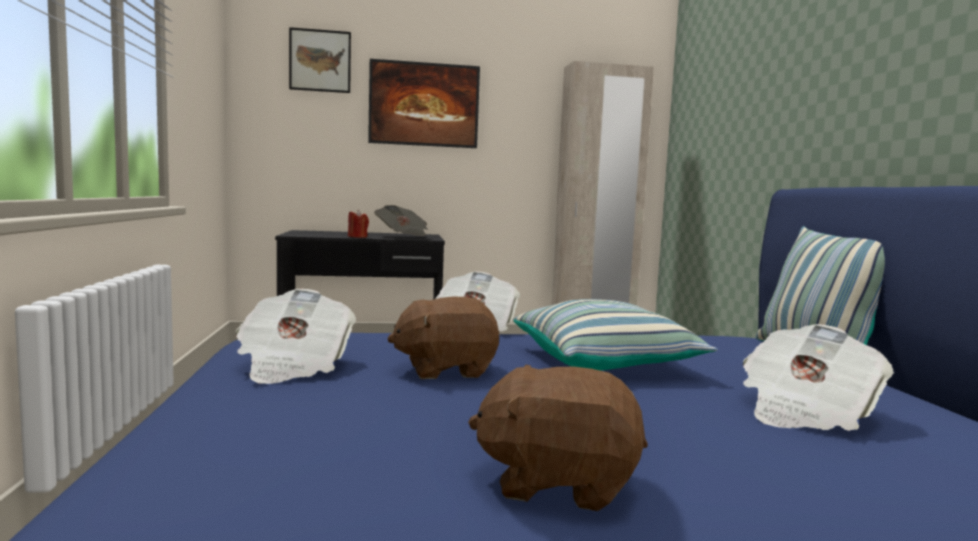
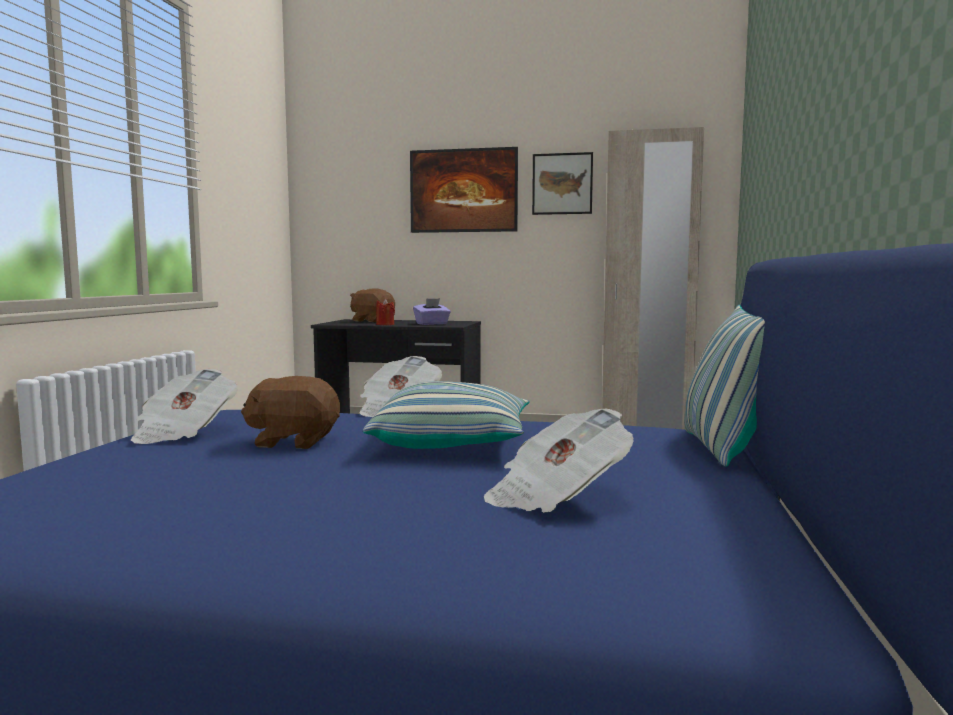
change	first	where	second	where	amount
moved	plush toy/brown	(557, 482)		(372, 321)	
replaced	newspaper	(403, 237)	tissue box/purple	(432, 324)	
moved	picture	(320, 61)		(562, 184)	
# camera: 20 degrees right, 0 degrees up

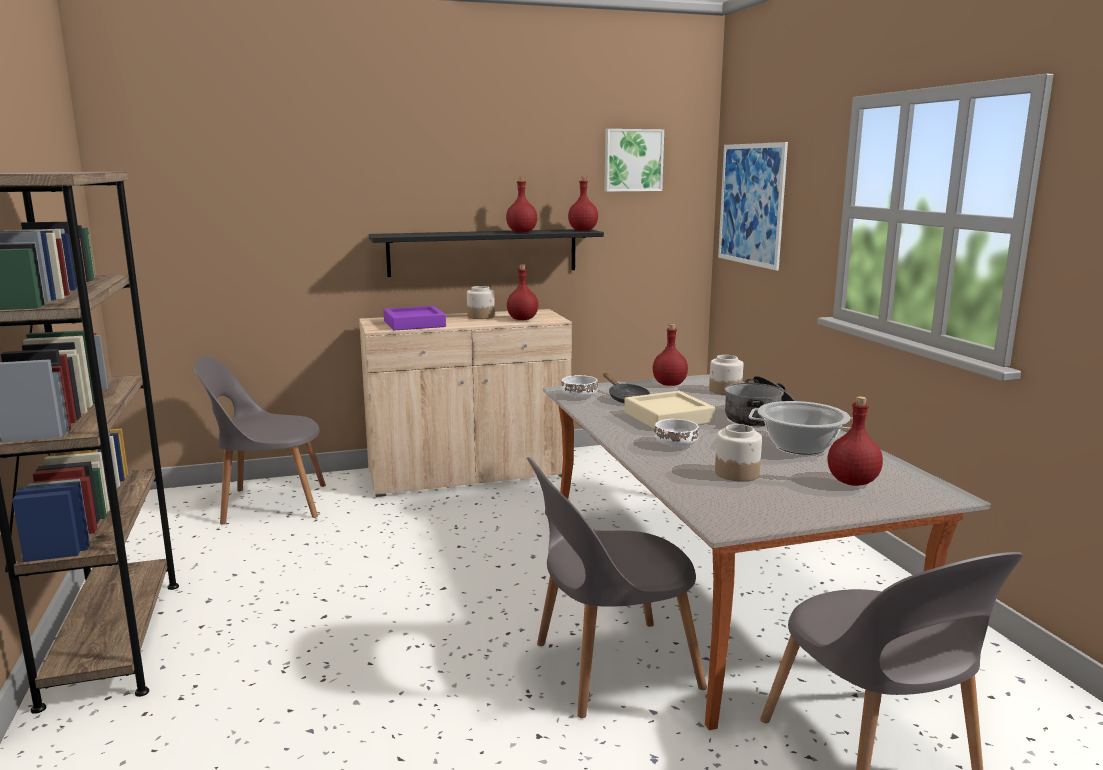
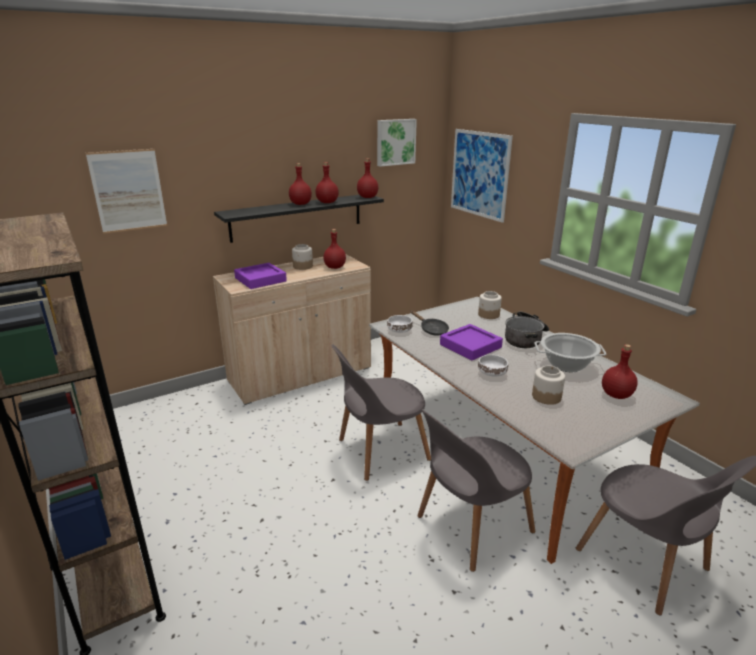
change	first	where	second	where	amount
added			picture	(128, 191)	
moved	bottle/red	(670, 384)		(301, 204)	
moved	chair/grey	(269, 504)		(379, 451)	
recoloured	tray/beige	(668, 417)	tray/purple	(470, 346)	
# camera: 15 degrees left, 10 degrees up

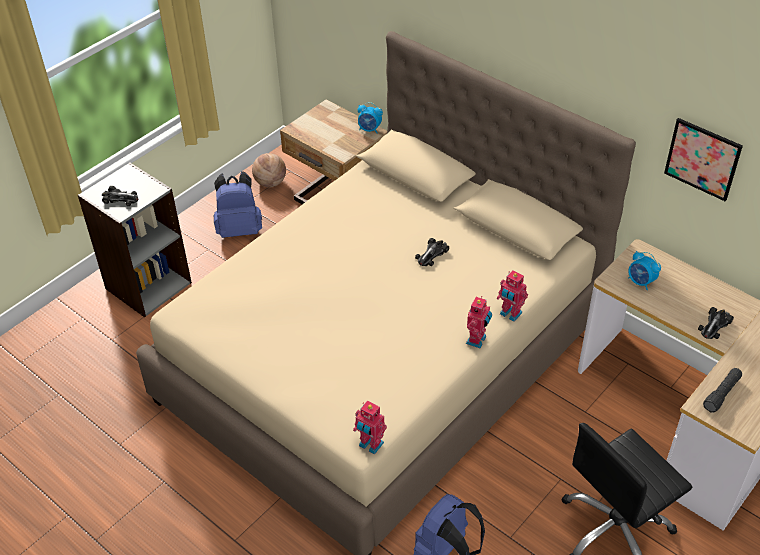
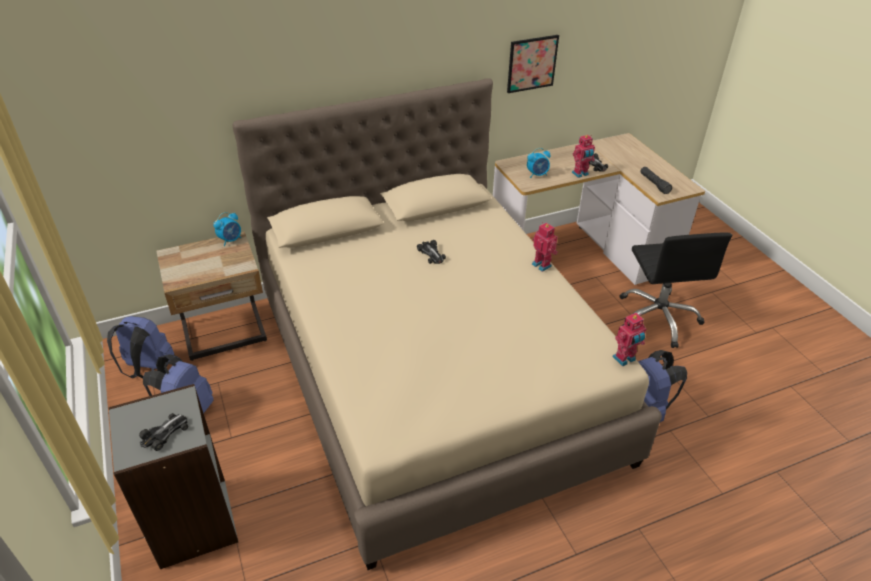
change	first	where	second	where	amount
replaced	basketball	(270, 183)	backpack/blue	(148, 369)	
moved	toy robot	(510, 314)		(580, 174)	
# camera: 65 degrees left, 5 degrees down

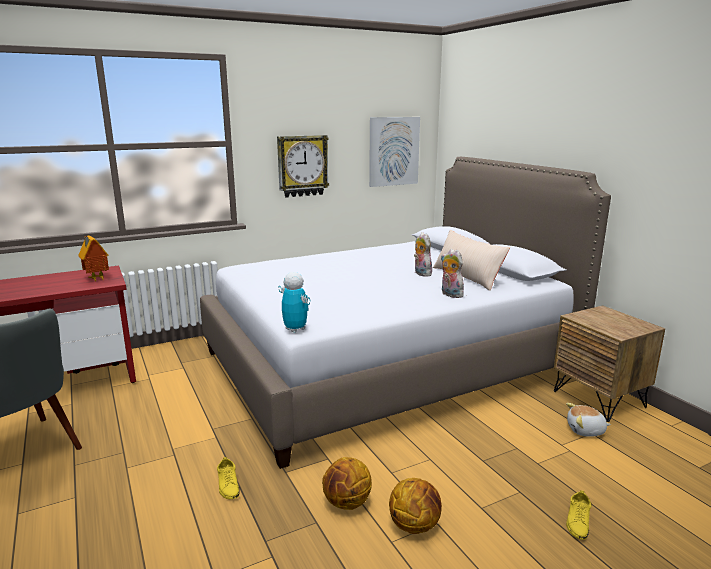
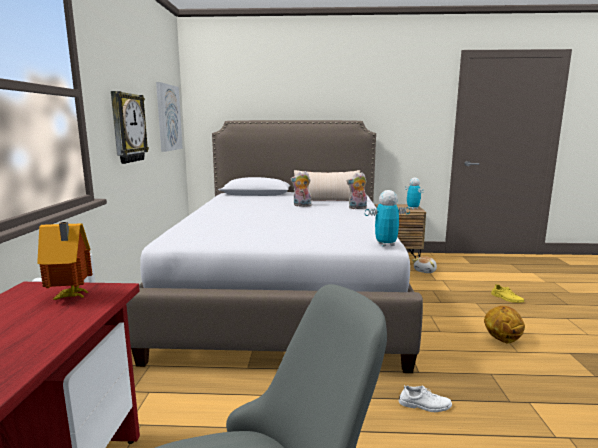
change	first	where	second	where	amount
recoloured	shoe/yellow	(228, 485)	shoe/white	(424, 405)	
added			toy robot	(412, 208)	
removed	basketball	(347, 503)			
# camera: 60 degrees left, 5 degrees down

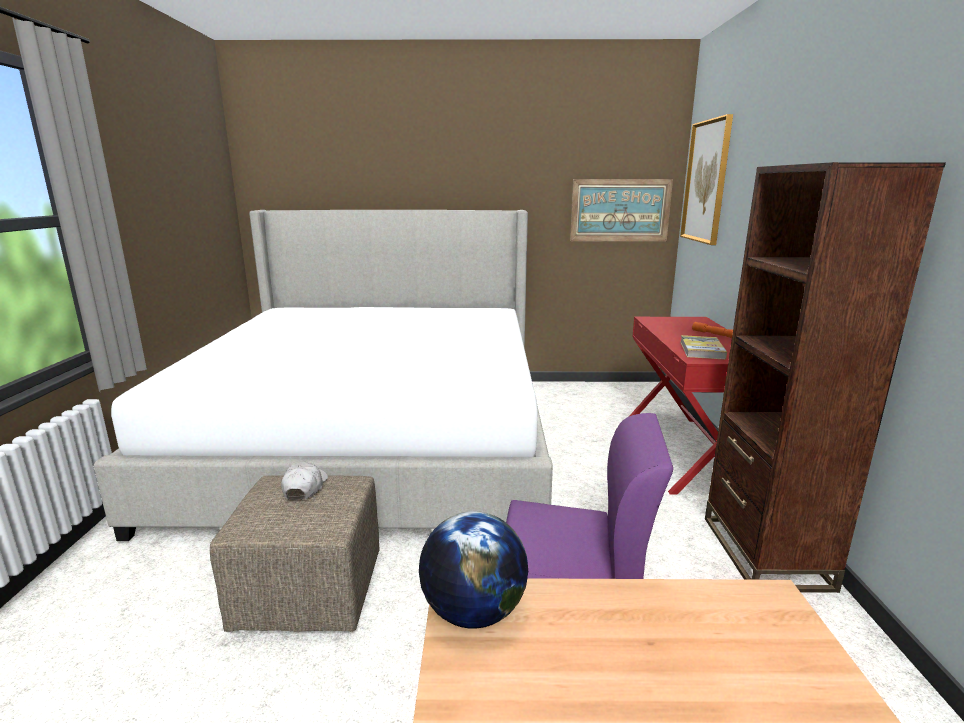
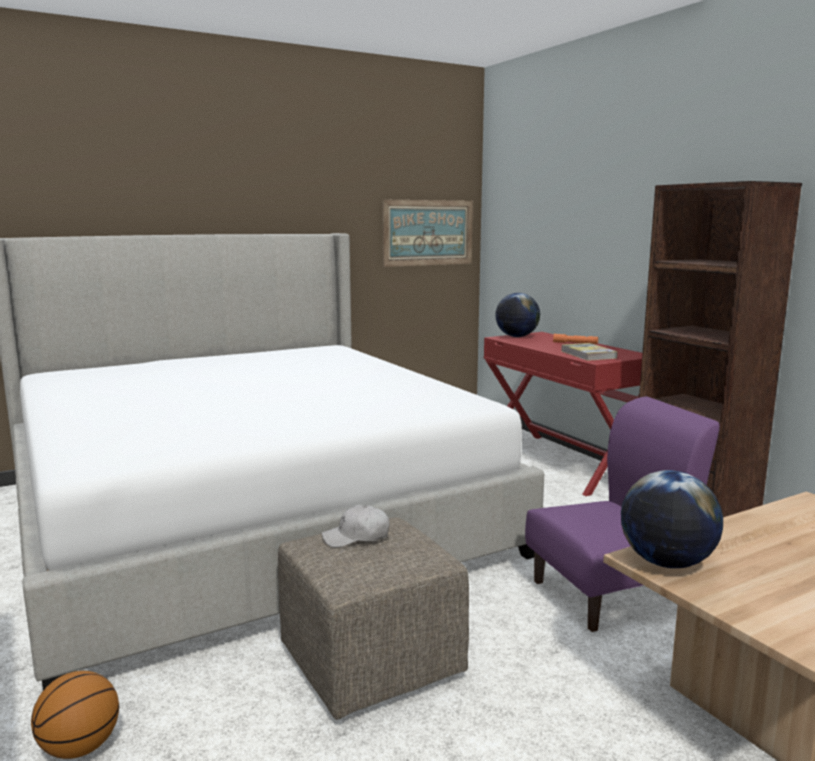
change	first	where	second	where	amount
added			basketball	(79, 747)	
turned	cap/white	(305, 487)		(356, 537)	75 degrees counterclockwise
added			globe	(516, 336)	
removed	picture	(706, 182)			
# camera: 30 degrees left, 5 degrees down

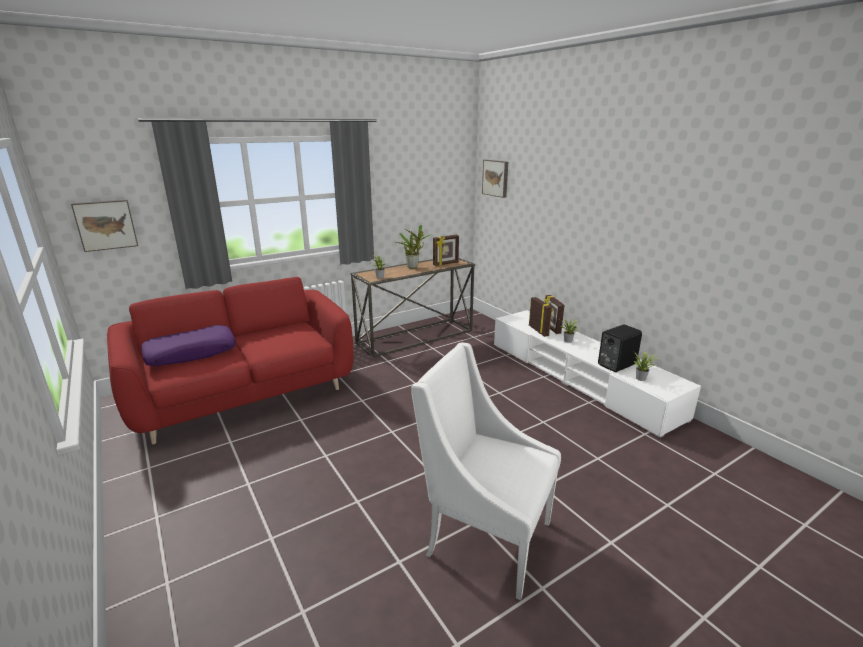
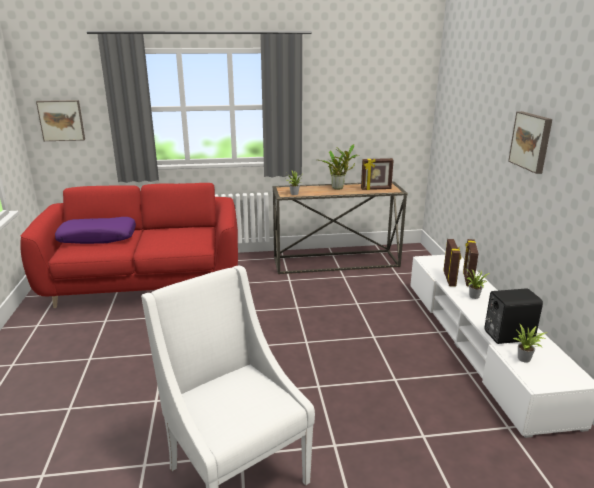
change	first	where	second	where	amount
moved	picture	(496, 178)		(531, 141)	
# camera: 25 degrees right, 0 degrees up

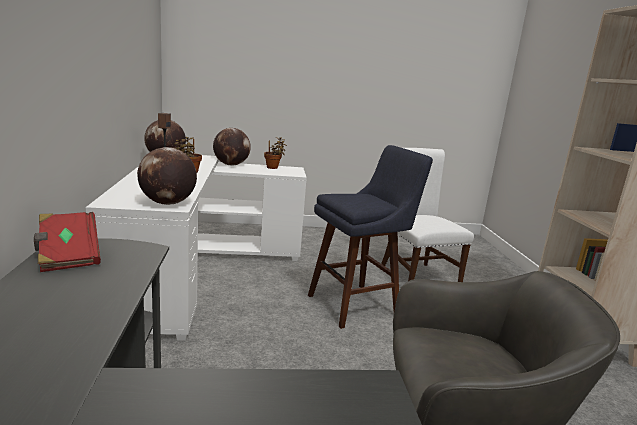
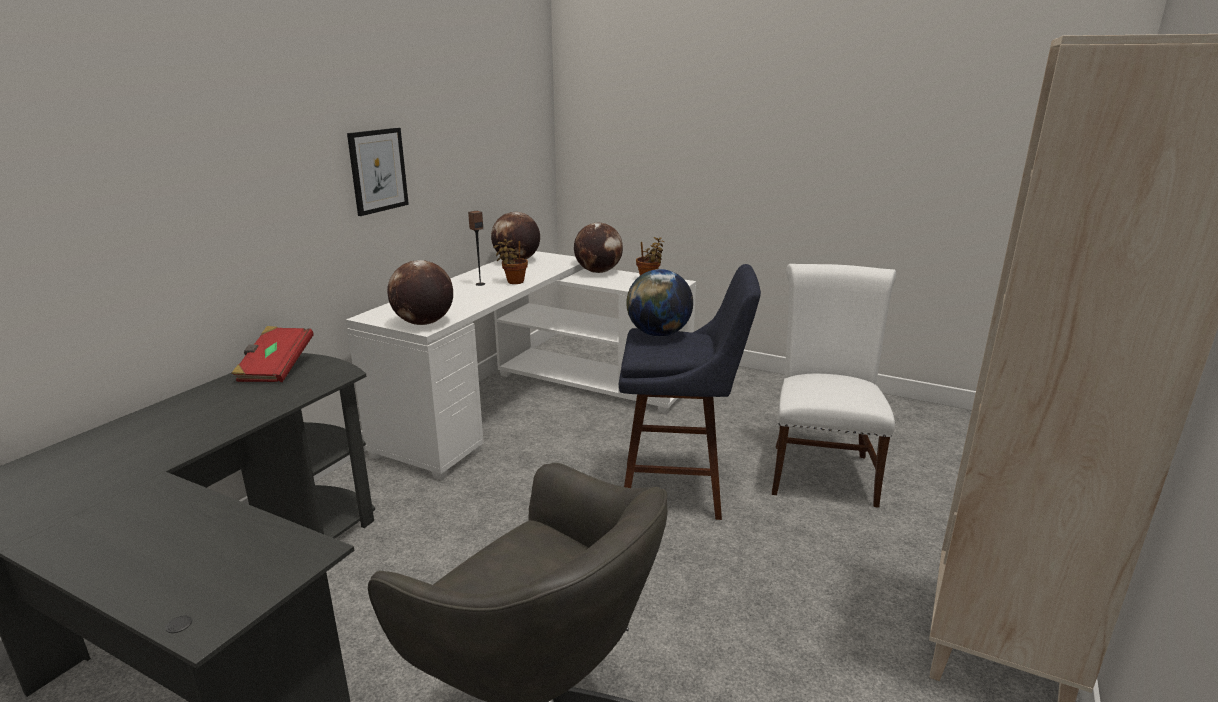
change	first	where	second	where	amount
added			picture	(378, 170)	
added			globe	(658, 334)	
# camera: 35 degrees right, 5 degrees up

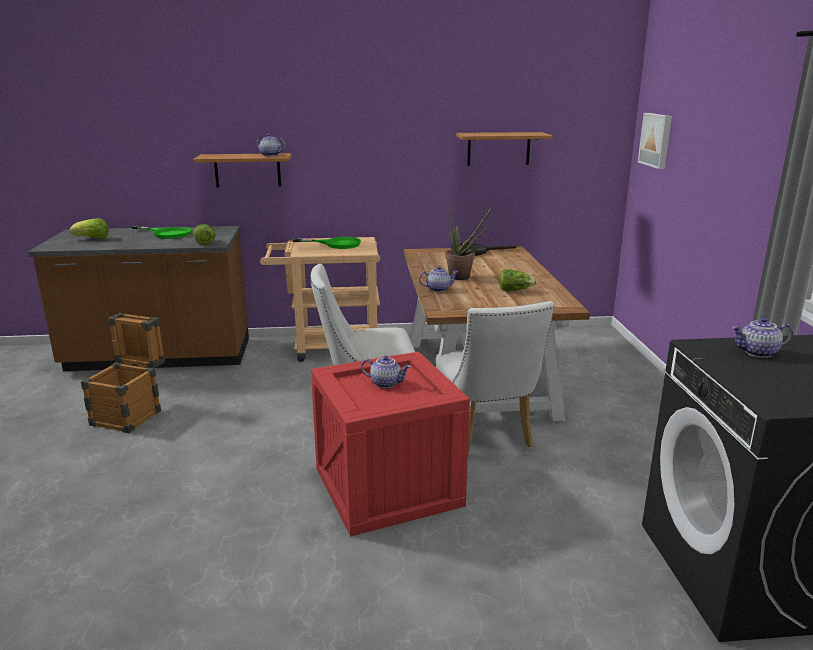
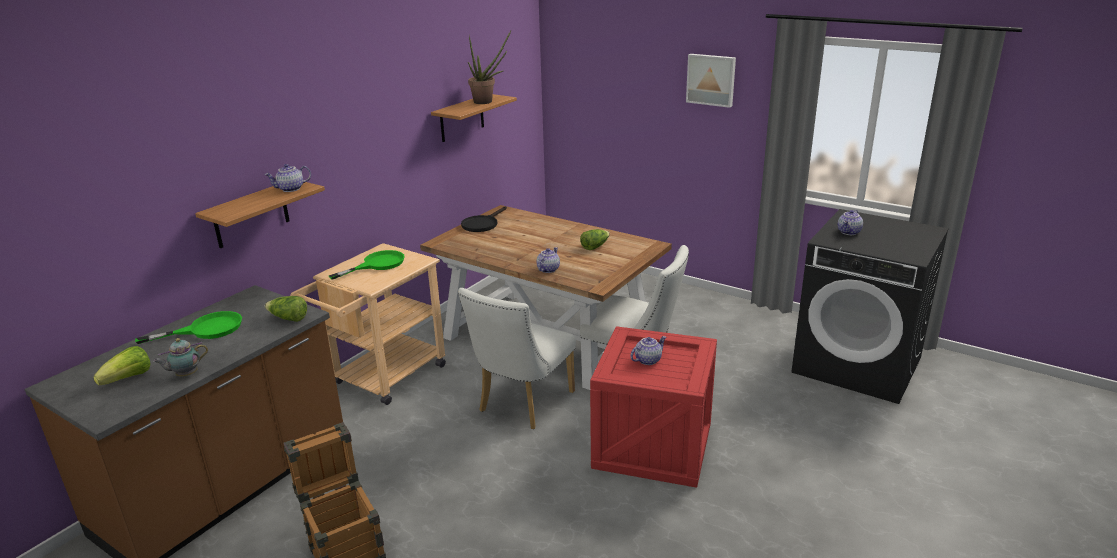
change	first	where	second	where	amount
added			teapot	(185, 375)	
moved	potted plant	(463, 278)		(487, 101)	
moved	picture	(656, 140)		(711, 79)	
# camera: 50 degrees left, 5 degrees up

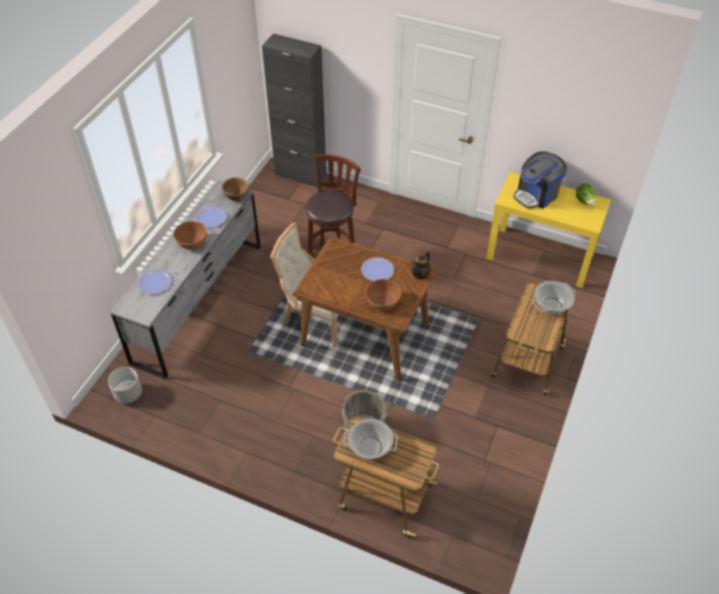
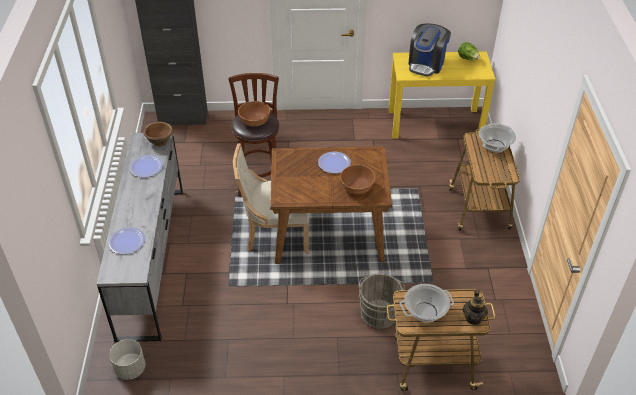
change	first	where	second	where	amount
moved	bowl/brown	(192, 243)		(254, 122)	
moved	teapot	(420, 274)		(473, 318)	
# camera: 25 degrees left, 5 degrees down

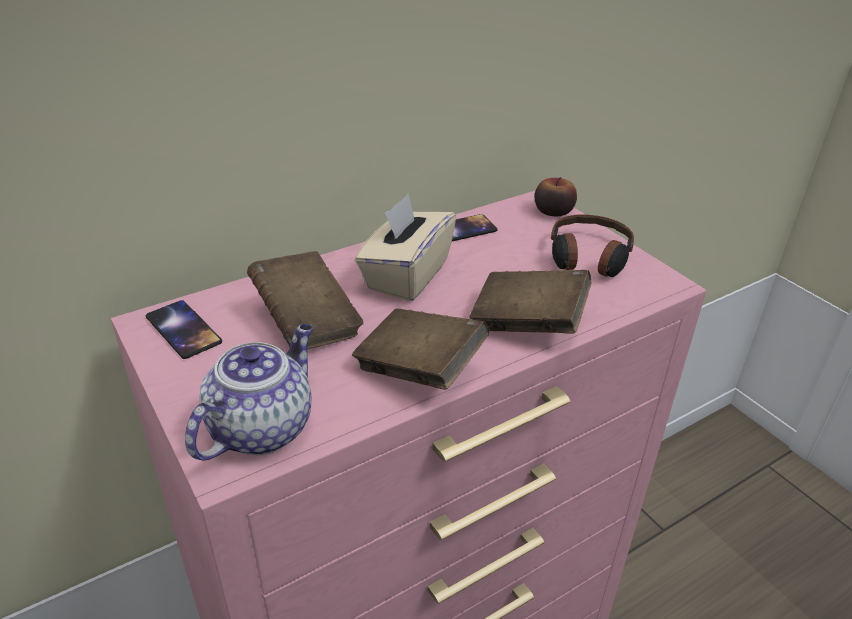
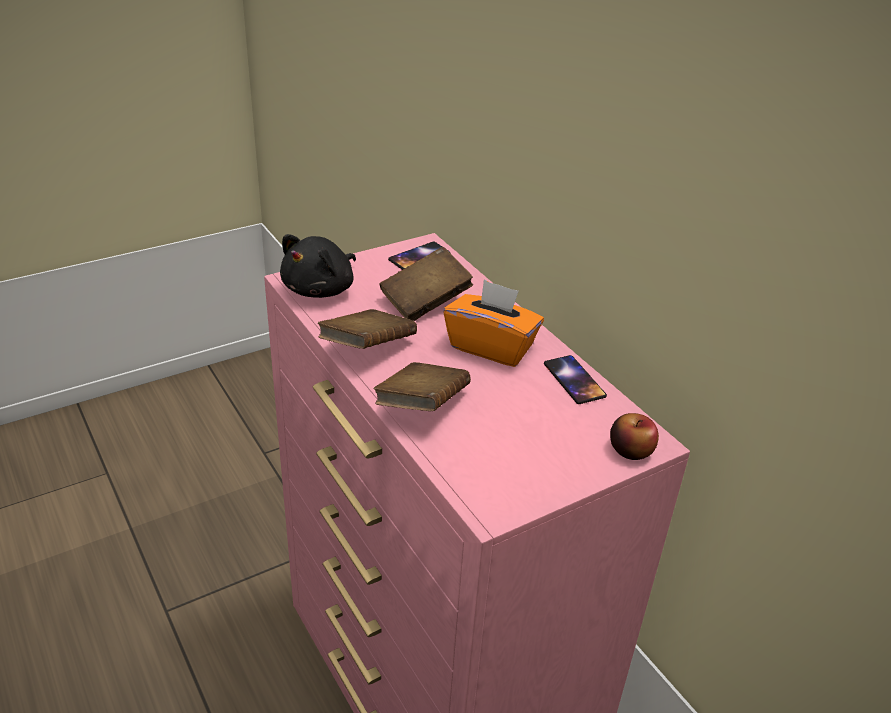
change	first	where	second	where	amount
replaced	teapot	(262, 427)	plush toy/black	(321, 289)	
recoloured	tissue box/beige	(406, 275)	tissue box/orange	(491, 347)	
removed	headphones	(588, 257)			
# camera: 90 degrees right, 0 degrees up

